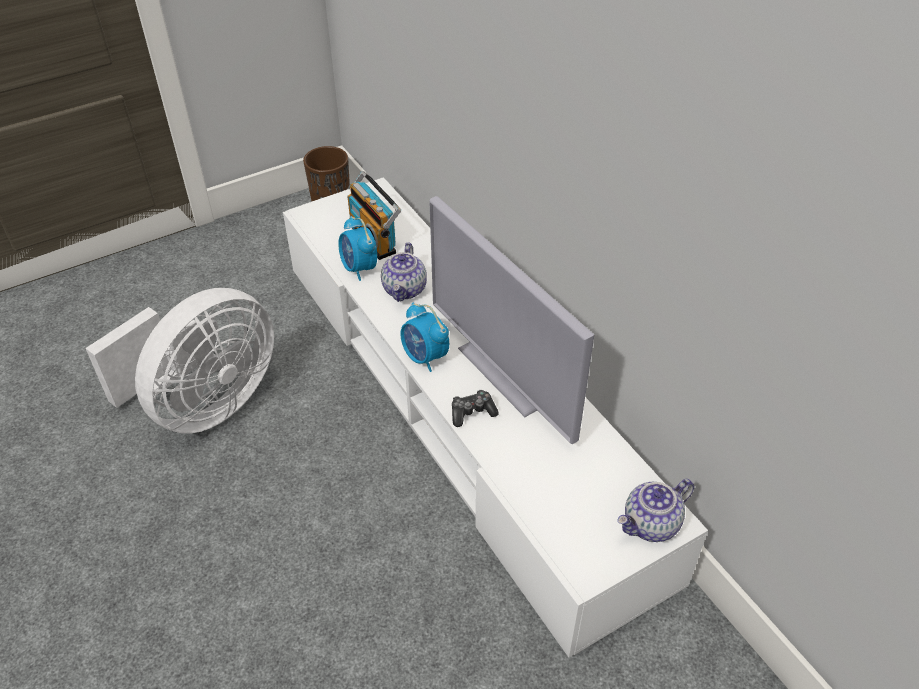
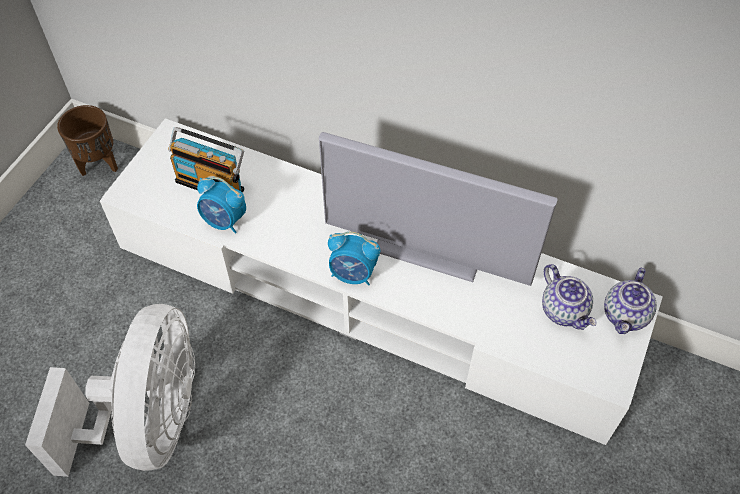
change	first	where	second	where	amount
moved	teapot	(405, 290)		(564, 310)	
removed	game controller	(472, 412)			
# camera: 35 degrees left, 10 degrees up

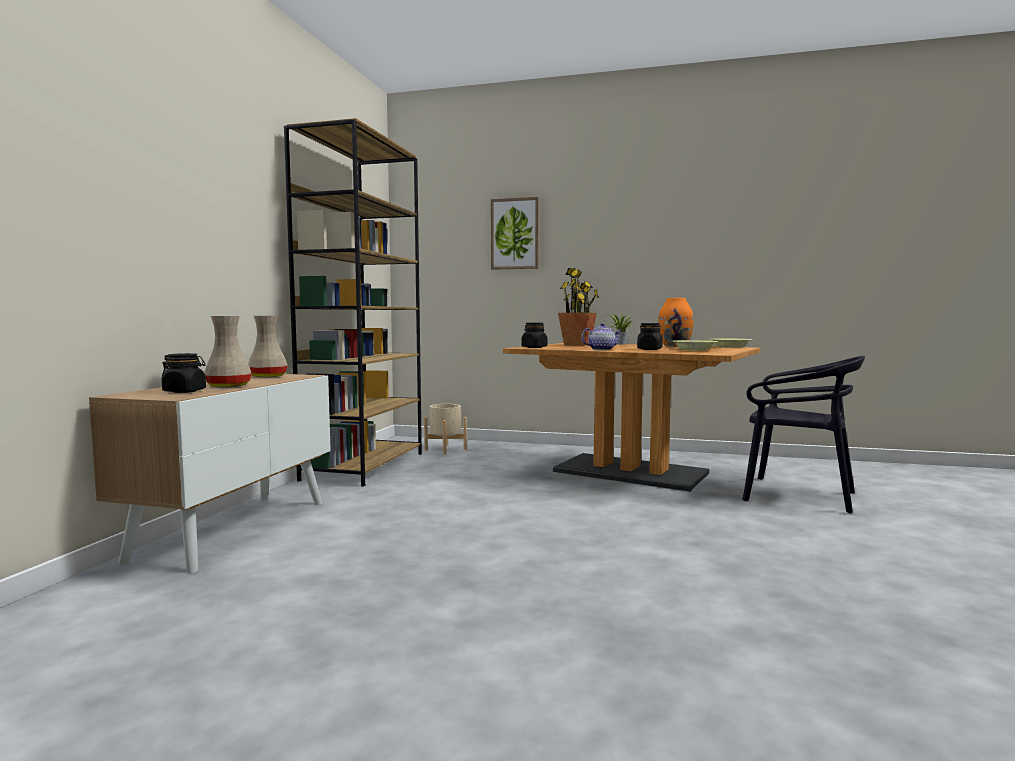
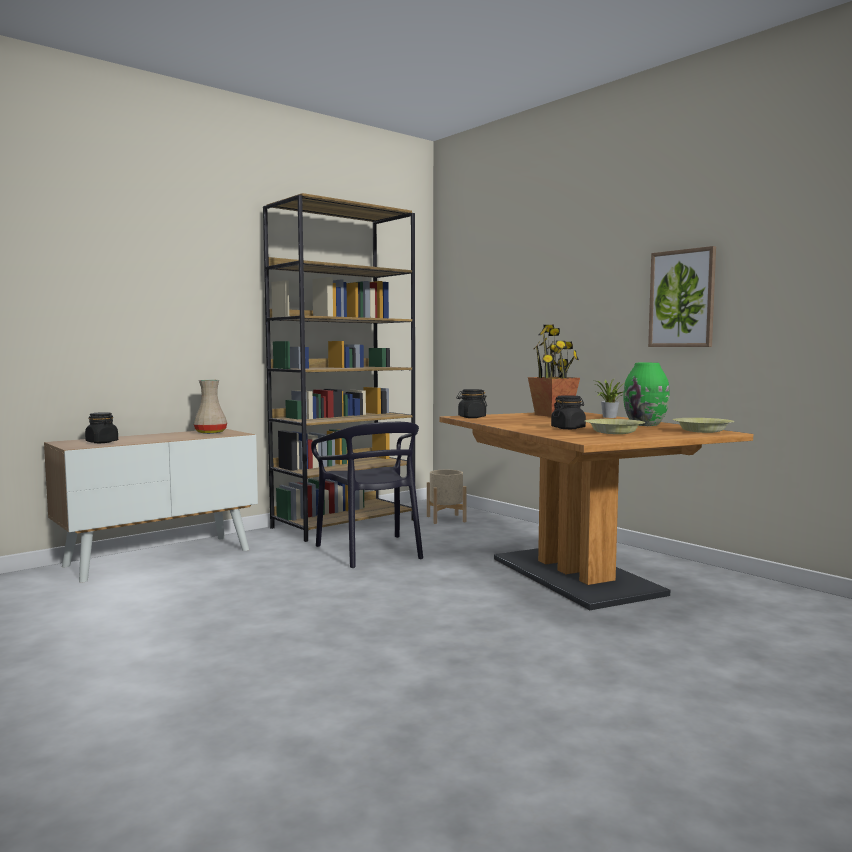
change	first	where	second	where	amount
moved	chair/black	(797, 495)		(371, 551)	
recoloured	vase/orange	(675, 346)	vase/green	(645, 424)	
moved	picture	(515, 234)		(682, 298)	
removed	vase/beige	(228, 386)			
removed	teapot	(601, 349)			
# camera: 35 degrees right, 0 degrees up

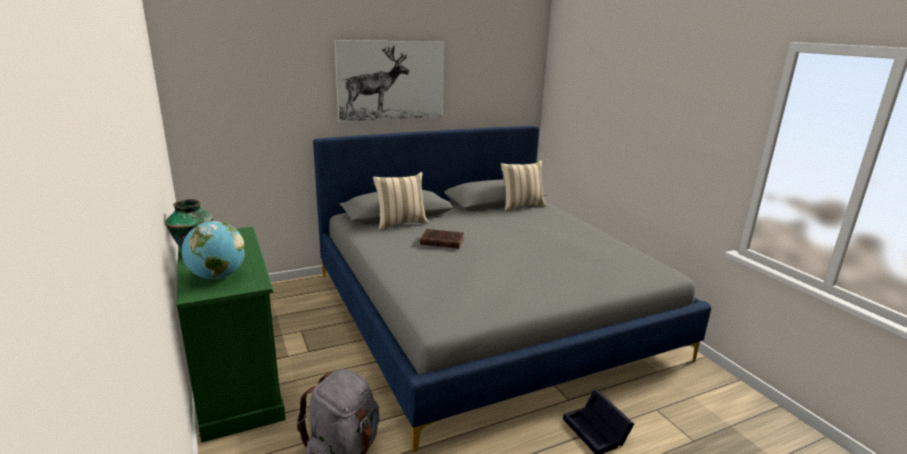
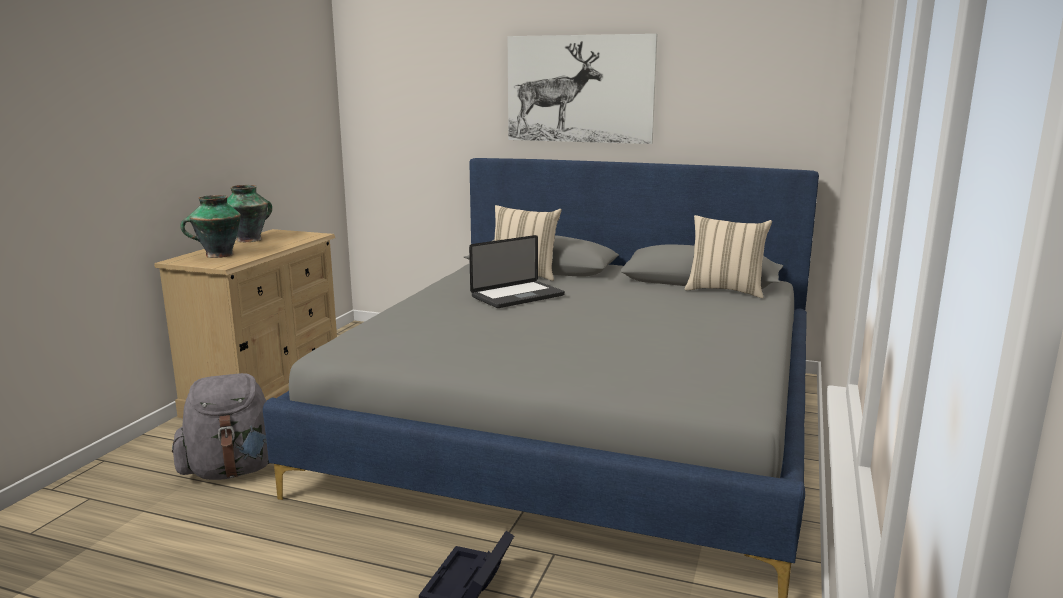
change	first	where	second	where	amount
recoloured	dresser/green	(238, 382)	dresser/beige	(267, 390)	
replaced	globe	(217, 277)	vase	(218, 255)	
replaced	book/brown	(441, 241)	laptop	(517, 296)	
# camera: 45 degrees right, 5 degrees down

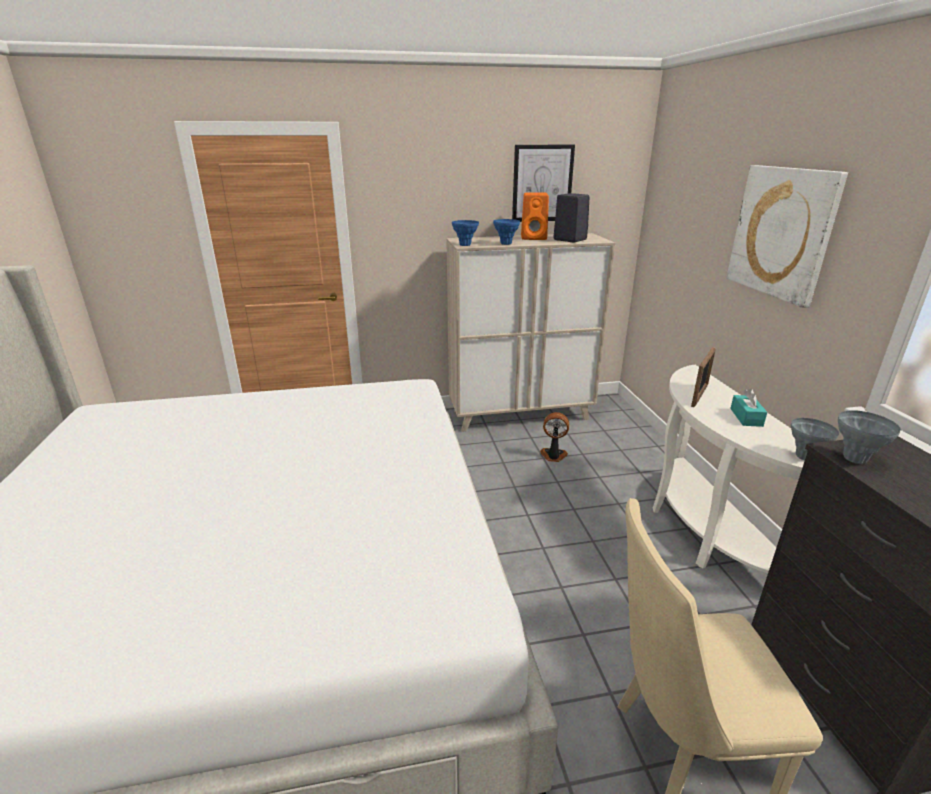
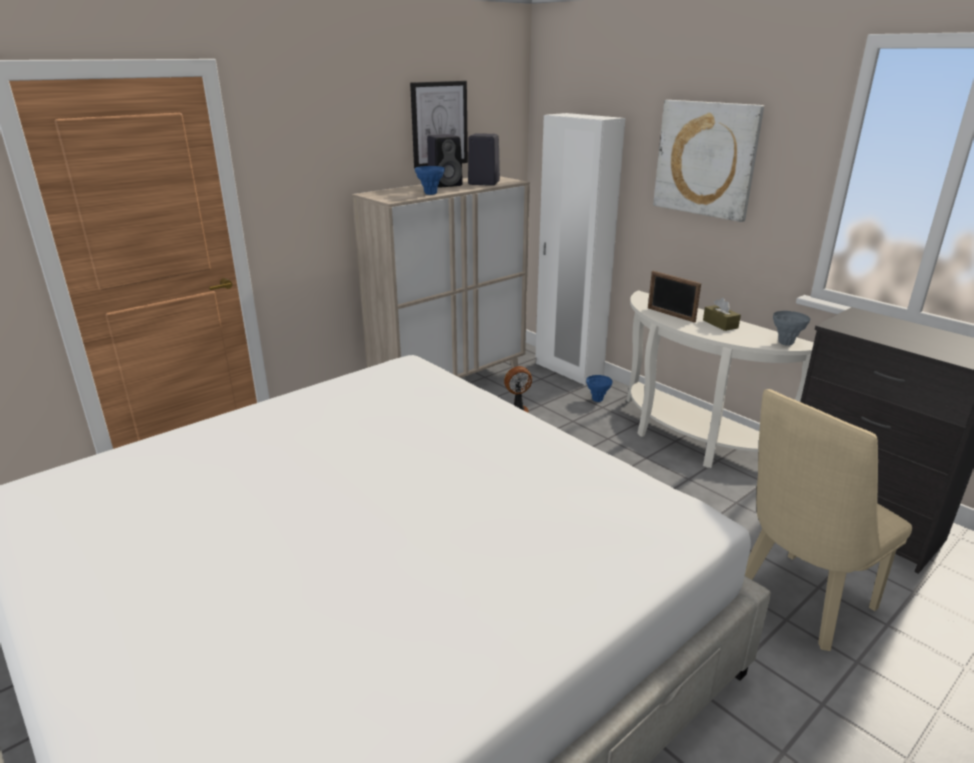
change	first	where	second	where	amount
recoloured	speaker/orange	(534, 238)	speaker/black	(446, 184)	
added			wardrobe/white	(568, 371)	
moved	vase/blue	(465, 245)		(597, 400)	
turned	picture frame	(699, 395)		(670, 315)	135 degrees clockwise
recoloured	tissue box/turquoise	(746, 417)	tissue box/brown	(720, 324)	
removed	vase/grey	(855, 459)			
# camera: 30 degrees left, 0 degrees up

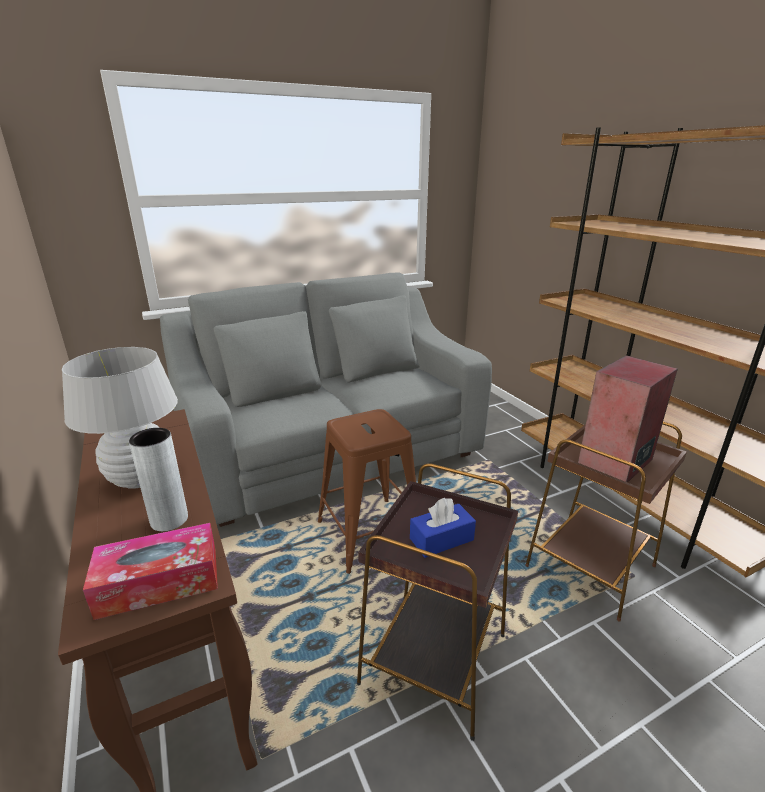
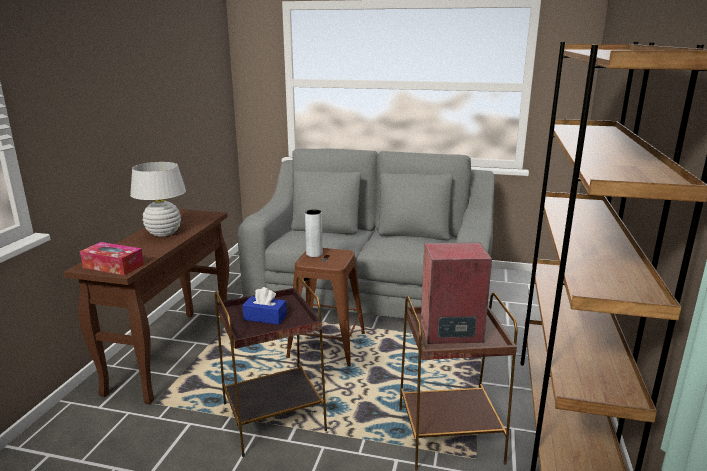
change	first	where	second	where	amount
moved	vase/grey	(169, 520)		(314, 254)	
# camera: 40 degrees right, 5 degrees down

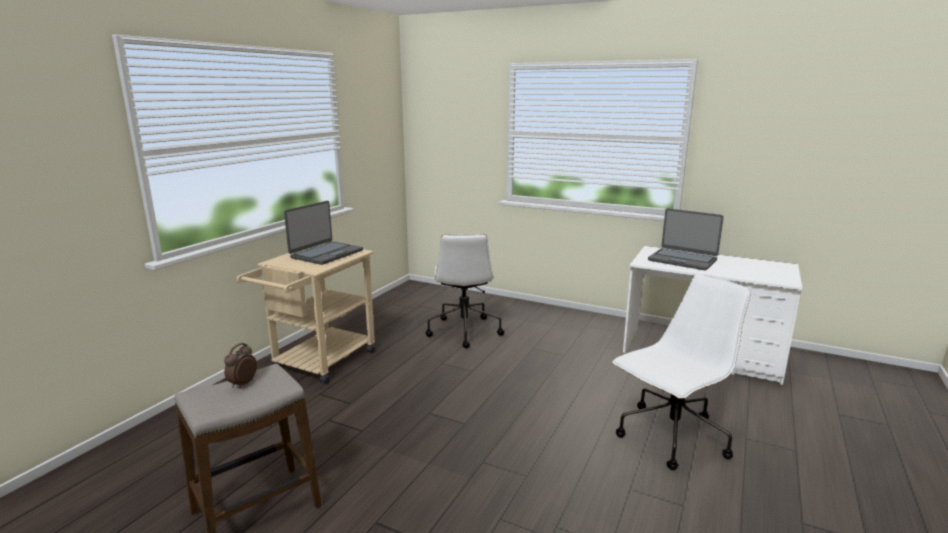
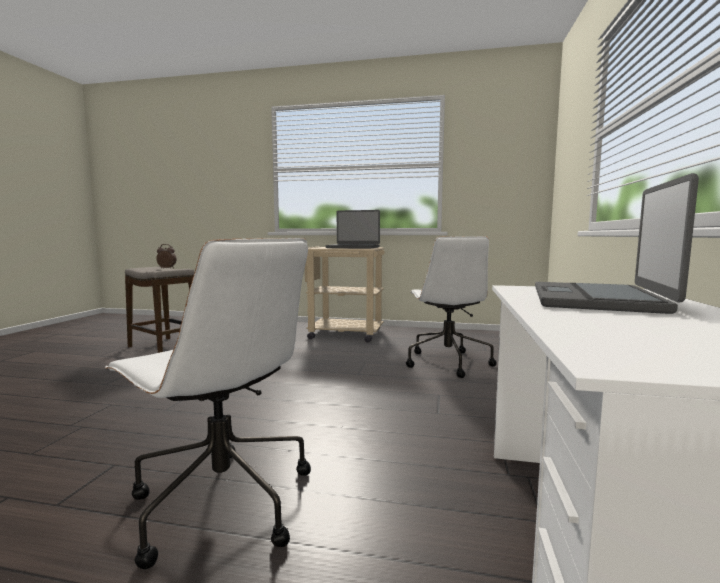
change	first	where	second	where	amount
turned	office chair/white	(464, 330)		(447, 362)	75 degrees counterclockwise
# camera: 75 degrees right, 10 degrees down

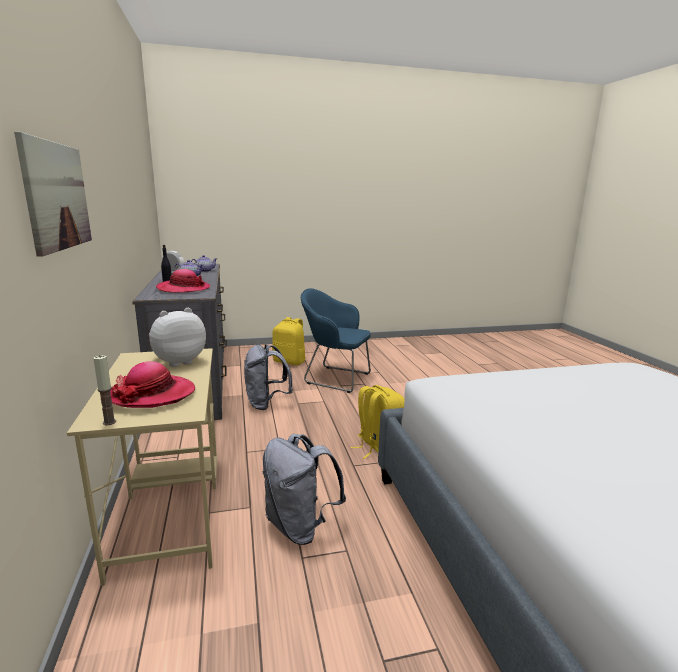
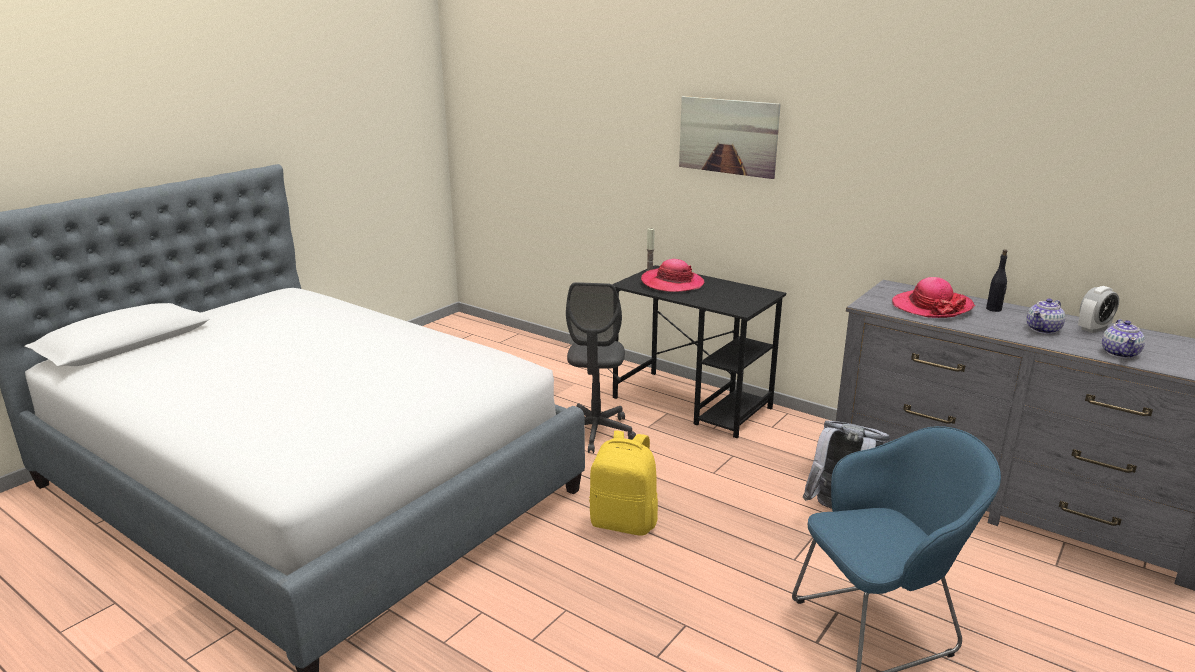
change	first	where	second	where	amount
replaced	backpack/grey	(300, 526)	office chair/grey	(596, 433)	
recoloured	desk/beige	(170, 510)	desk/black	(692, 403)	
removed	plush toy	(178, 362)			
removed	backpack/yellow	(290, 362)			
# camera: 140 degrees right, 5 degrees up

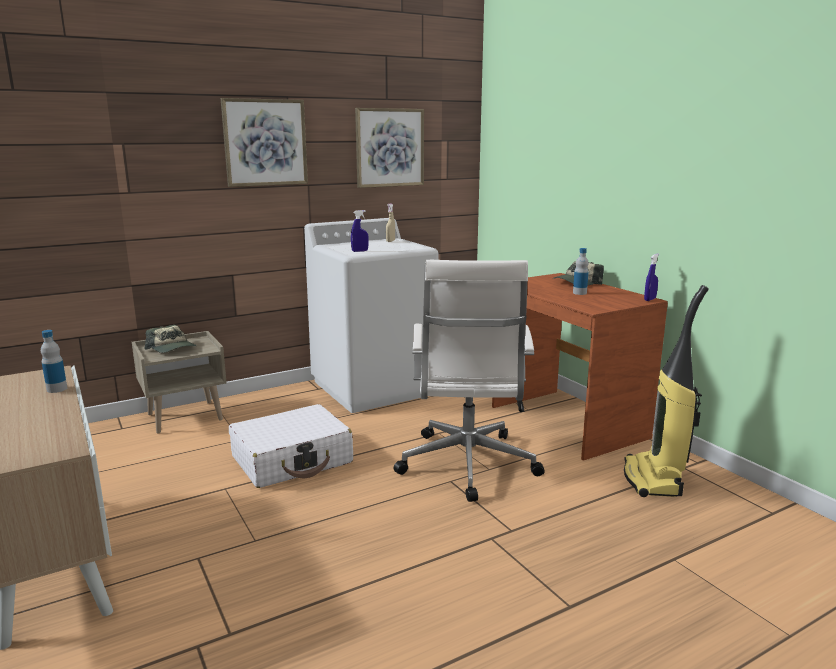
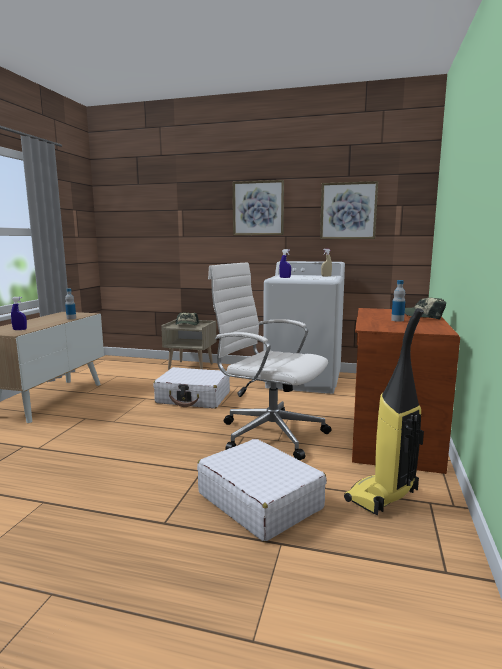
change	first	where	second	where	amount
moved	spray bottle/blue	(650, 299)		(20, 329)	
added			suitcase/white	(259, 500)	
turned	office chair/white	(467, 466)		(269, 433)	75 degrees clockwise
# camera: 45 degrees right, 5 degrees down

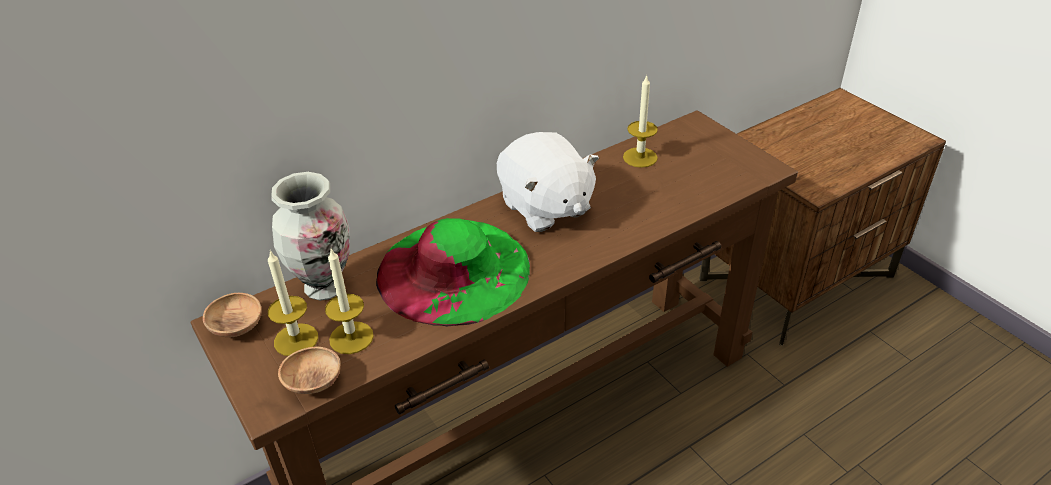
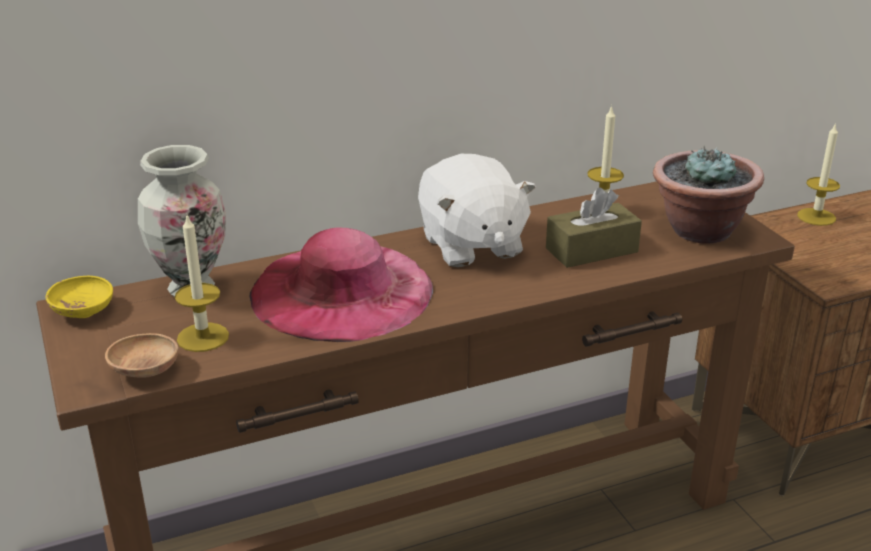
change	first	where	second	where	amount
recoloured	bowl/brown	(237, 326)	bowl/yellow	(83, 311)	
recoloured	hat/green	(454, 271)	hat/pink	(342, 291)	
added			tissue box/brown	(591, 250)	
added			potted plant	(699, 230)	
moved	candle	(296, 340)		(816, 217)	
# camera: 10 degrees right, 10 degrees down

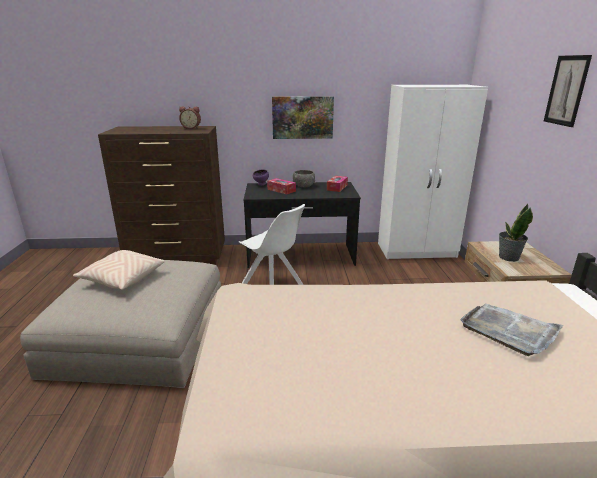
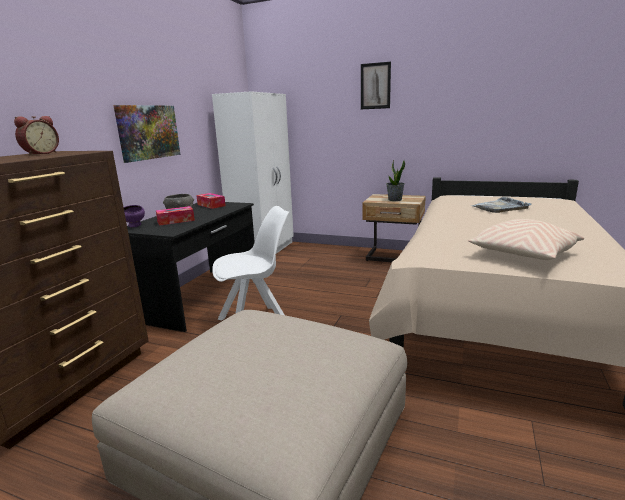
change	first	where	second	where	amount
moved	pillow/beige	(122, 279)		(523, 255)	
# camera: 65 degrees left, 5 degrees down

